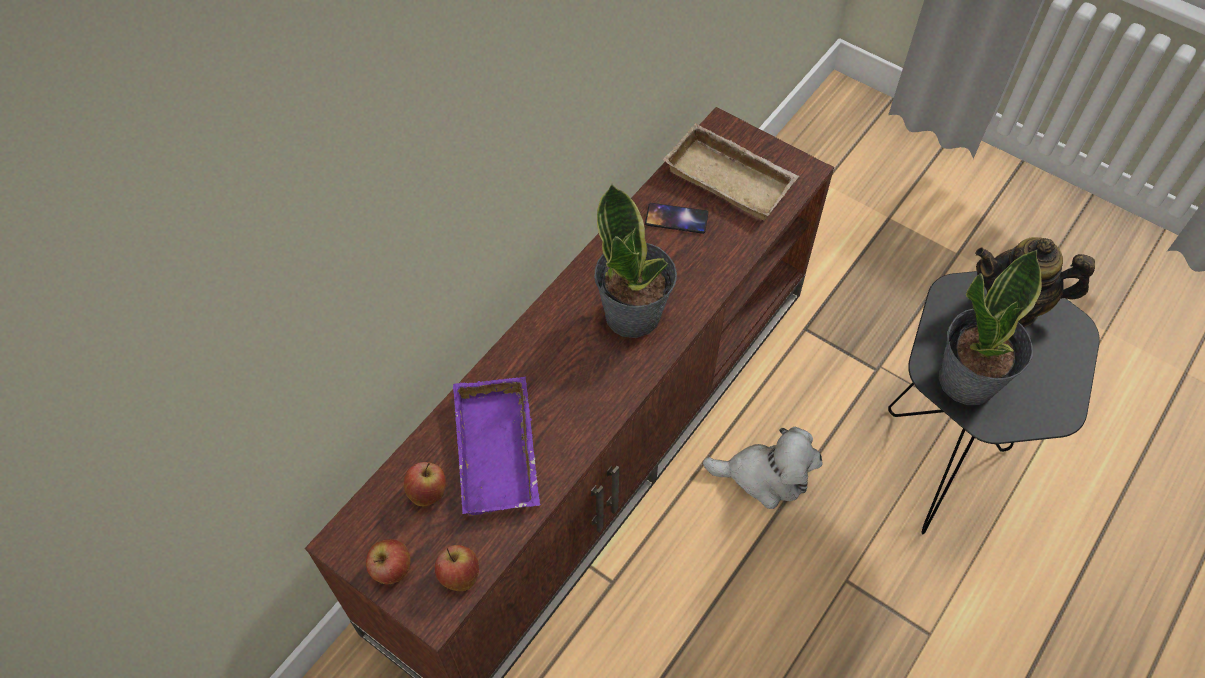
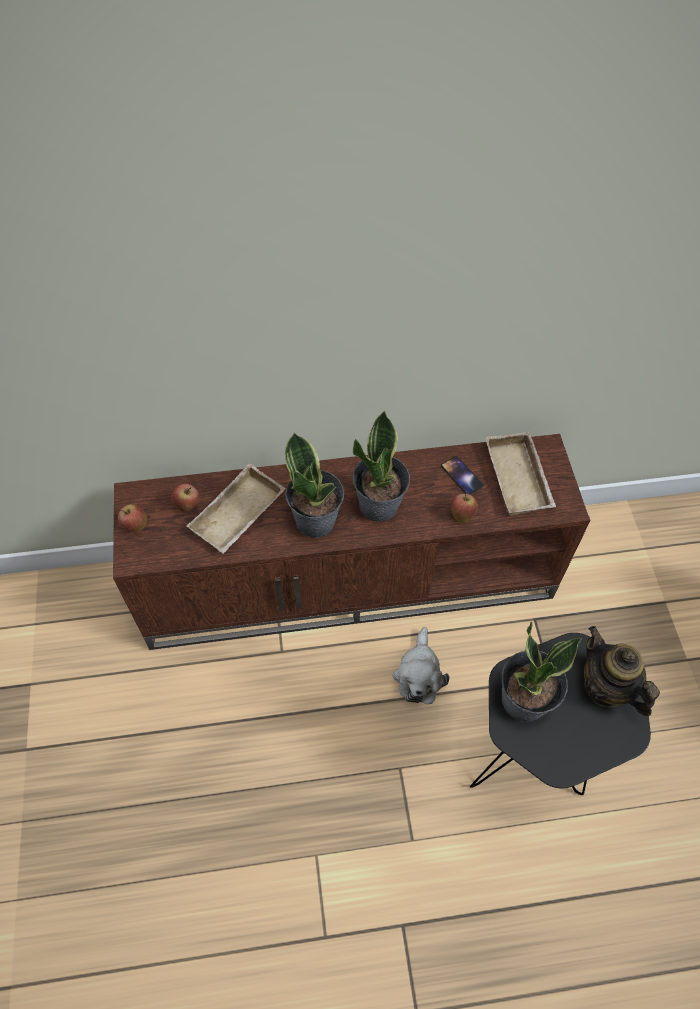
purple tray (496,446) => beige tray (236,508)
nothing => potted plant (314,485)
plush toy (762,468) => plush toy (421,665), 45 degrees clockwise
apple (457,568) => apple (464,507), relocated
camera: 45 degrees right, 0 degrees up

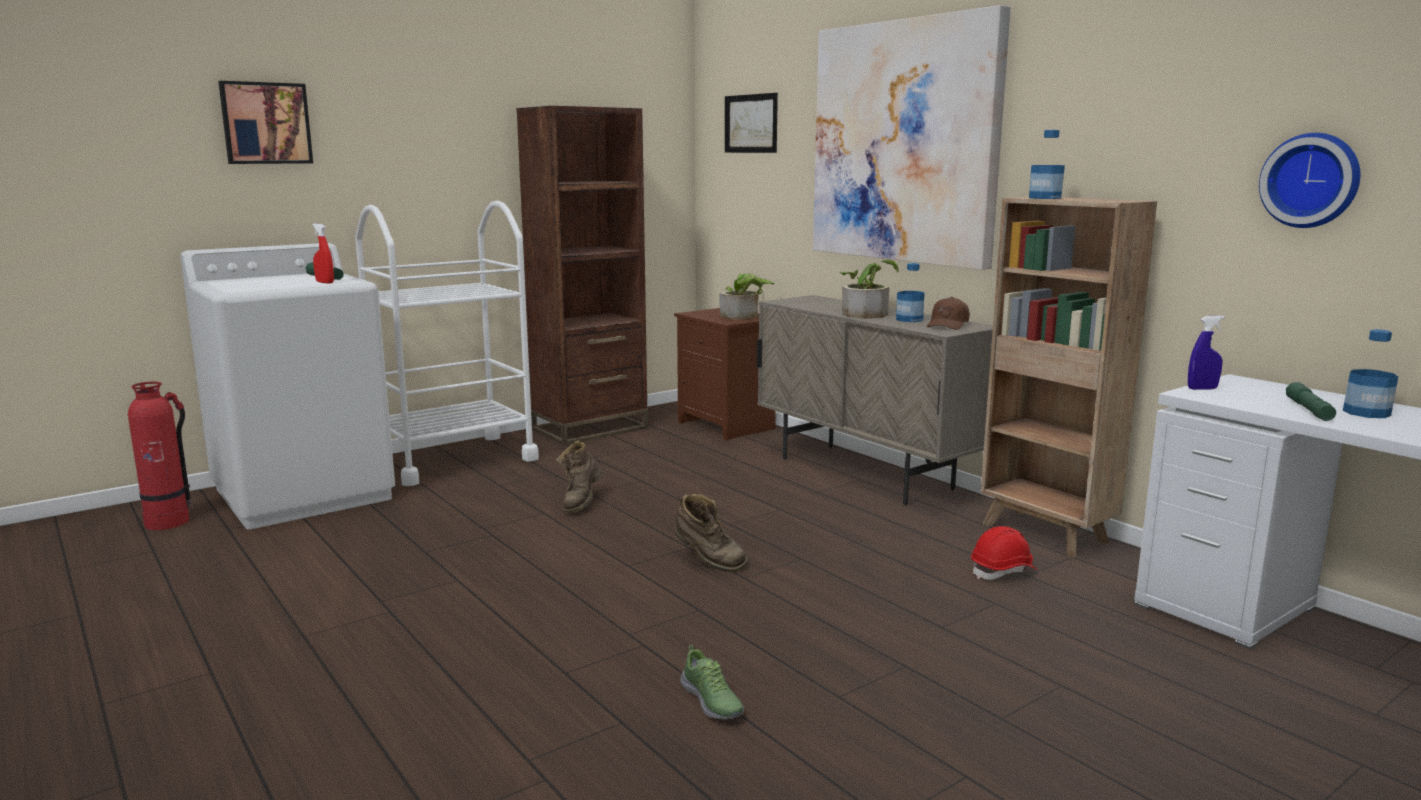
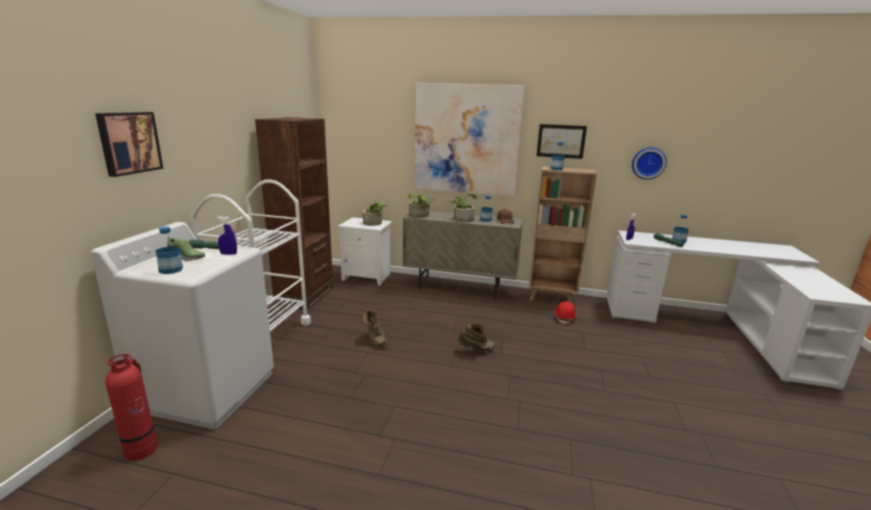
nothing => bottle (169,250)
shoe (712,682) => shoe (186,249), relocated
red spray bottle (323,254) => blue spray bottle (227,235)
brown nightstand (725,374) => white nightstand (365,251)
nothing => potted plant (421,205)
picture (751,123) => picture (561,141), relocated
camera: 40 degrees left, 5 degrees up

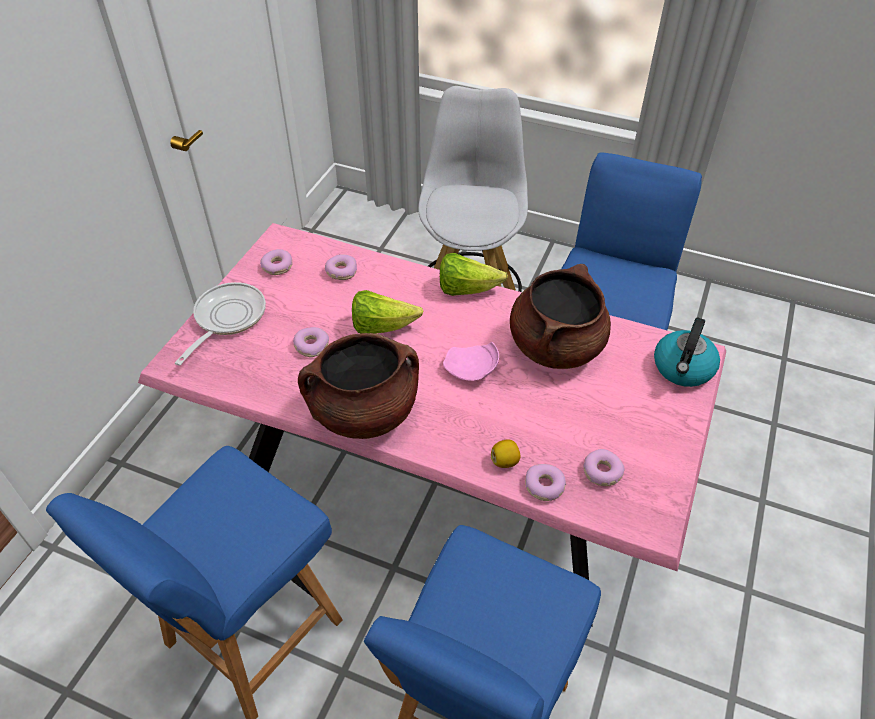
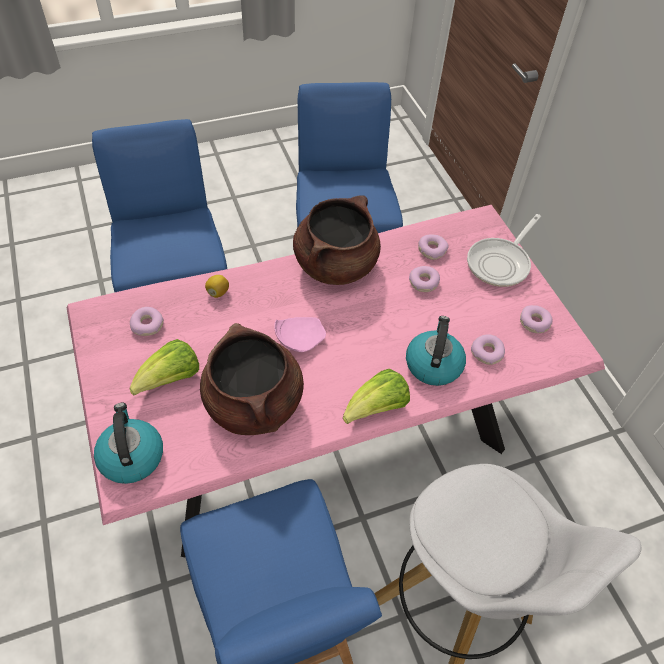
lettuce (387,312) => lettuce (164,367), relocated
nothing => kettle (436,351)
donut (545,482) => donut (433,247), relocated
frying pan (220,324) => frying pan (504,250), 60 degrees clockwise
camera: 135 degrees right, 5 degrees up

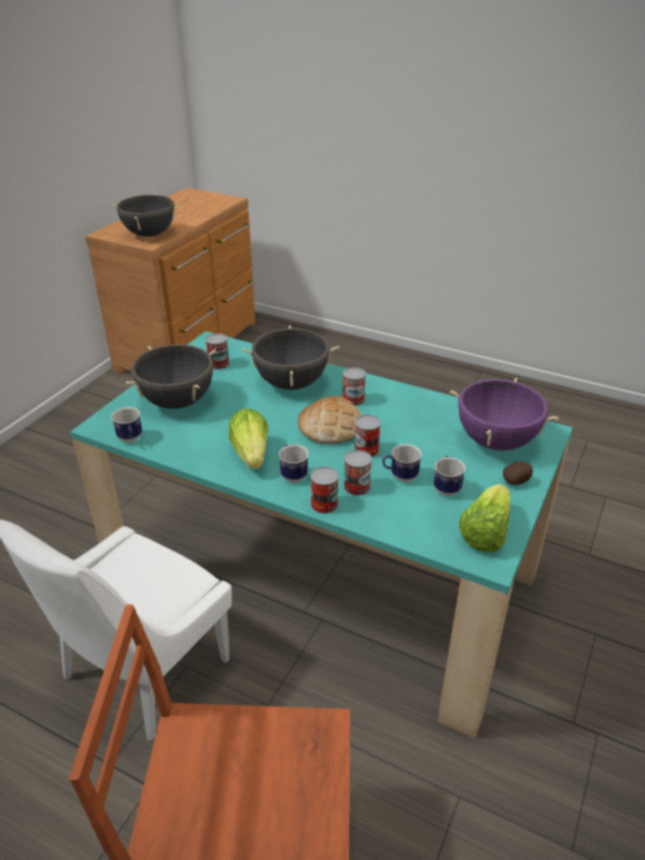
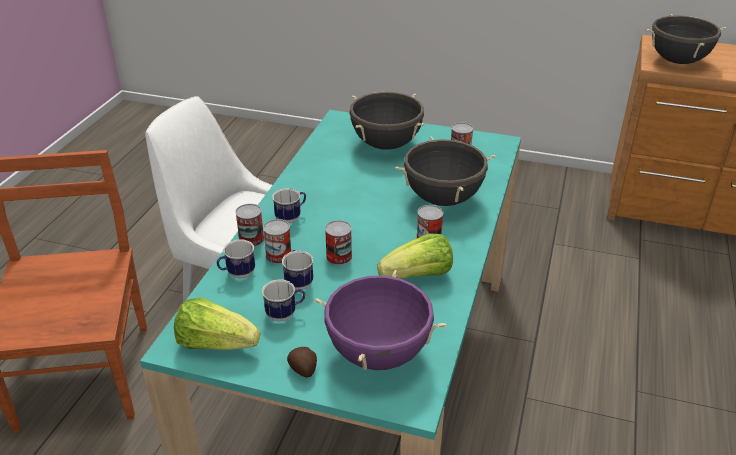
mug (126,425) => mug (236,259), relocated
lettuce (248,439) => lettuce (415,256), relocated
bread (329,420) => nothing
camera: 80 degrees right, 0 degrees up

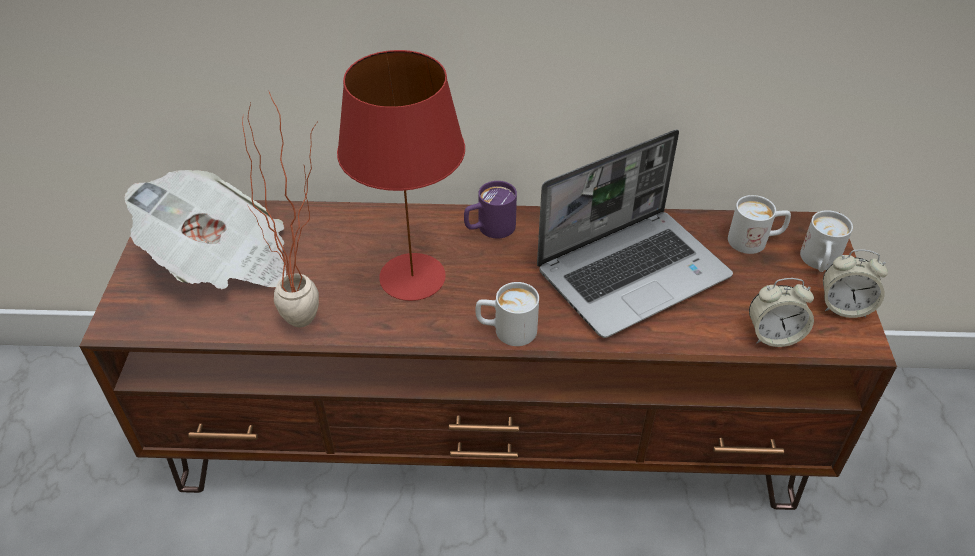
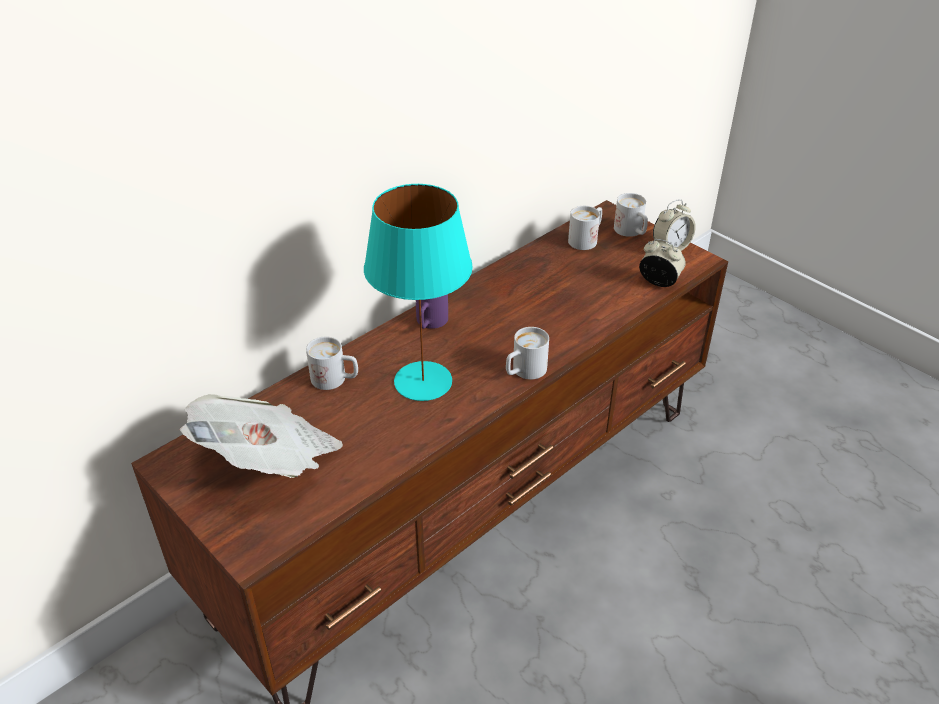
nothing => white mug (332,363)
red table lamp (401,175) => turquoise table lamp (418,292)
alarm clock (781,312) => alarm clock (662,263), 105 degrees counterclockwise
potted plant (280,208) => nothing
laptop (635,233) => nothing
camera: 45 degrees left, 5 degrees down

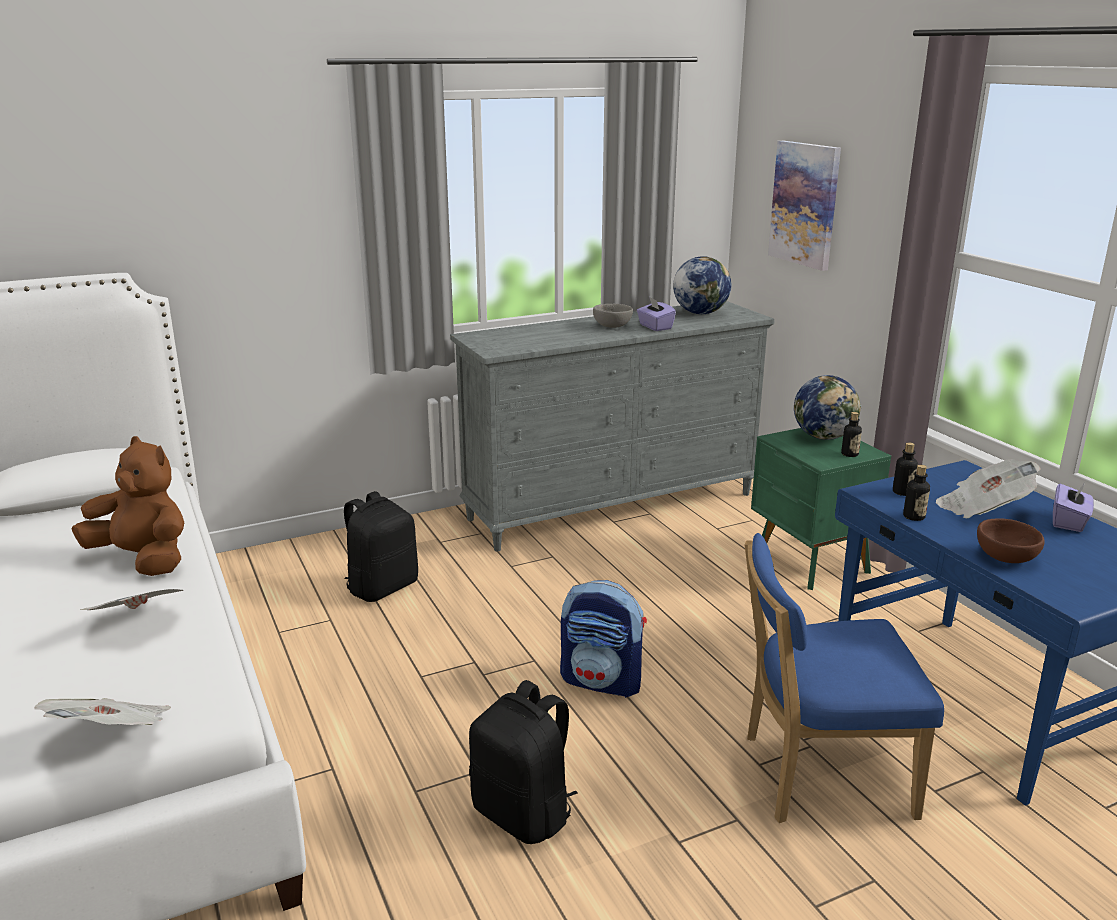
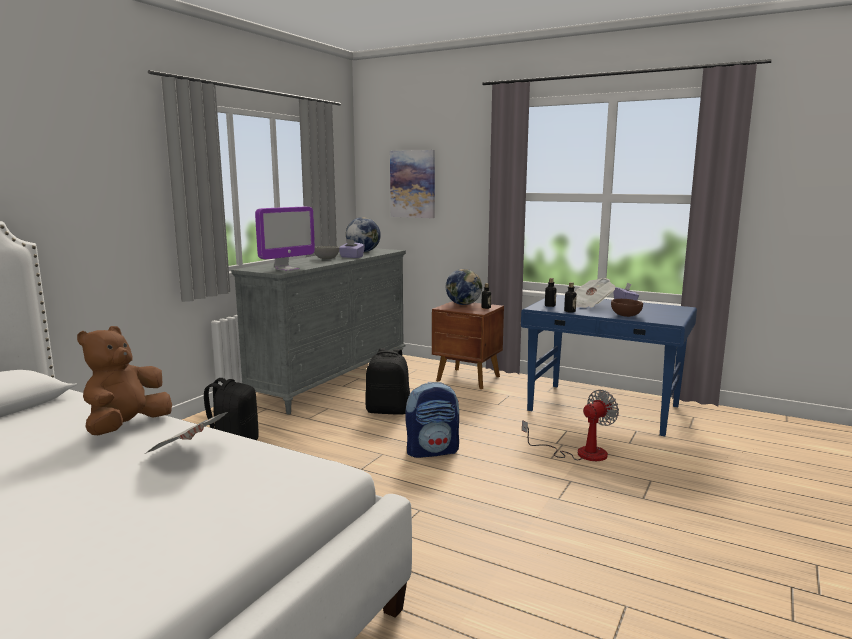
brown plush toy (128,506) => brown plush toy (124,380), 60 degrees counterclockwise
nothing => monitor (285,239)
black backpack (523,762) => black backpack (387,381), relocated
green nightstand (821,509) => brown nightstand (468,345)
blue chair (844,678) => fan (570,425)
newspaper (102,711) => nothing
camera: 35 degrees left, 10 degrees down

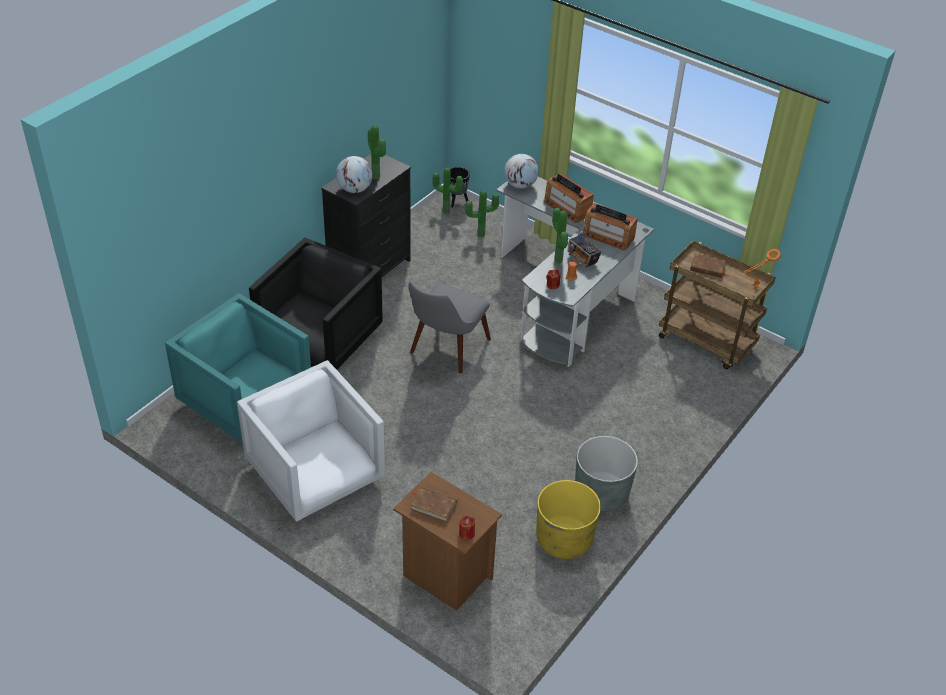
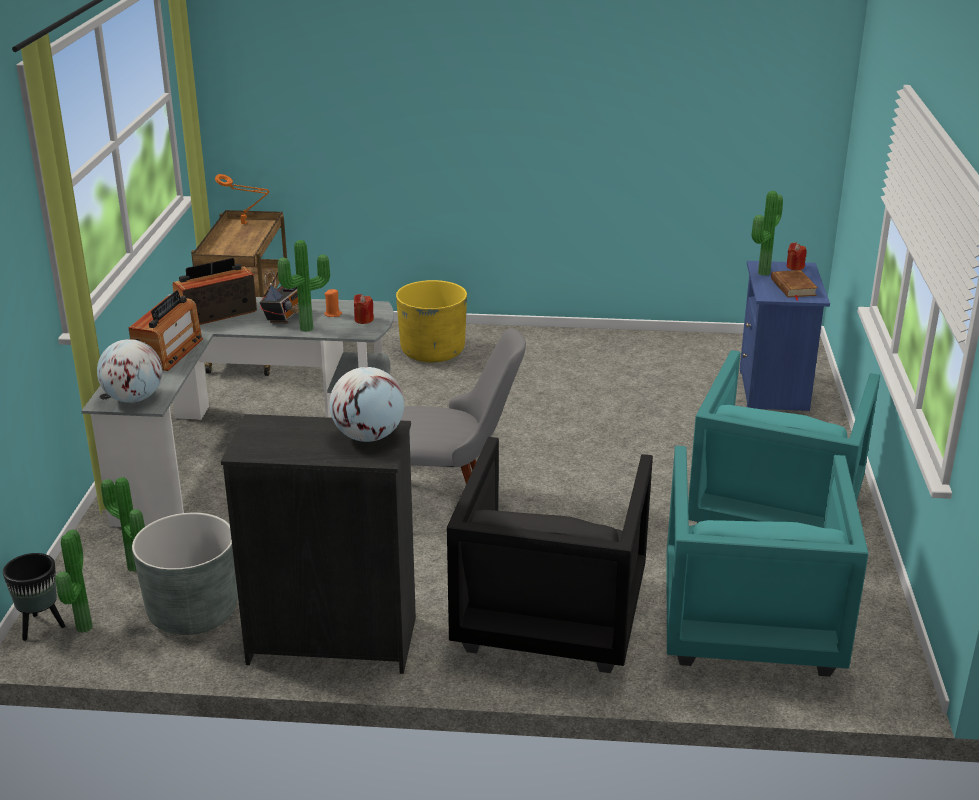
grey planter (606,474) => grey planter (184,574), relocated
radio (610,226) => radio (214,291), 120 degrees counterclockwise
yellow planter (569,519) => yellow planter (431,321), relocated
black armchair (316,303) => black armchair (550,555), 75 degrees counterclockwise
white armchair (311,440) => turquoise armchair (784,439)
brown nightstand (447,541) => blue nightstand (785,336)
potted plant (377,152) => potted plant (767,233), relocated
brown book (709,265) => nothing
camera: 120 degrees left, 15 degrees down

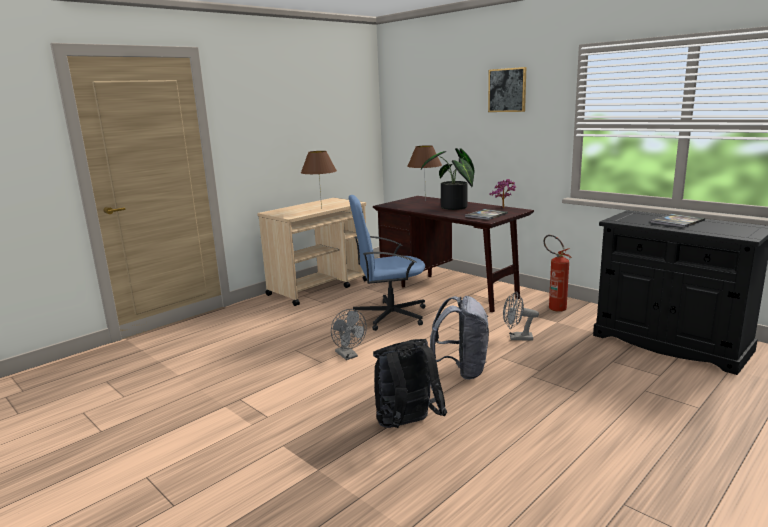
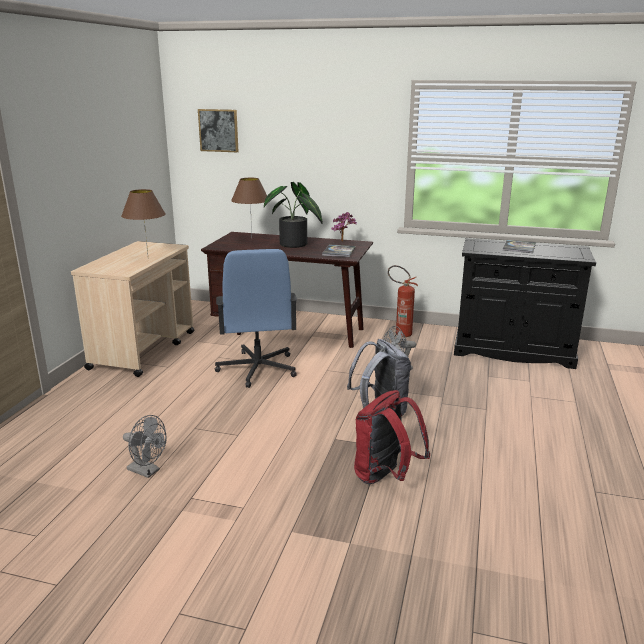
grey fan (349,334) => grey fan (145,446), relocated
picture (507,89) => picture (218,130), relocated
blue office chair (387,263) => blue office chair (256,318), 60 degrees counterclockwise
black backpack (410,383) => red backpack (392,437)
camera: 30 degrees left, 5 degrees up

